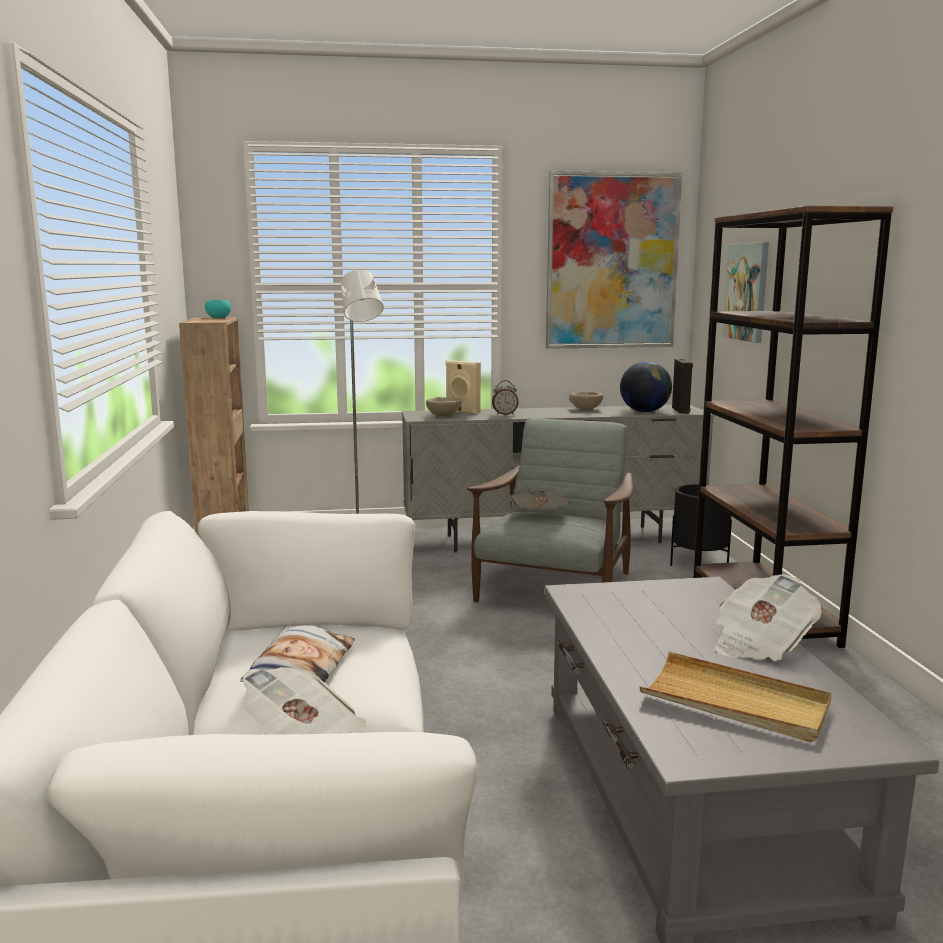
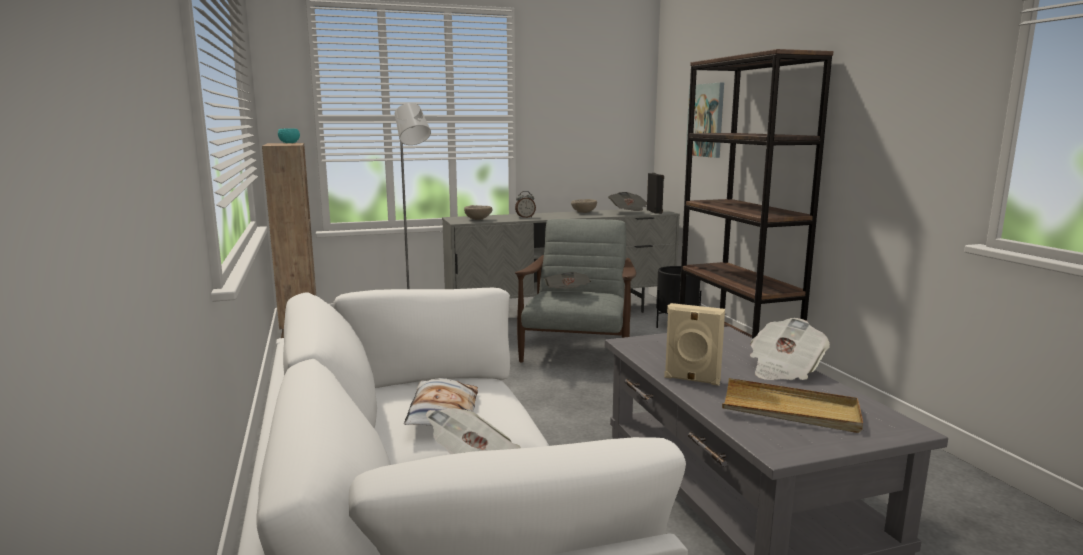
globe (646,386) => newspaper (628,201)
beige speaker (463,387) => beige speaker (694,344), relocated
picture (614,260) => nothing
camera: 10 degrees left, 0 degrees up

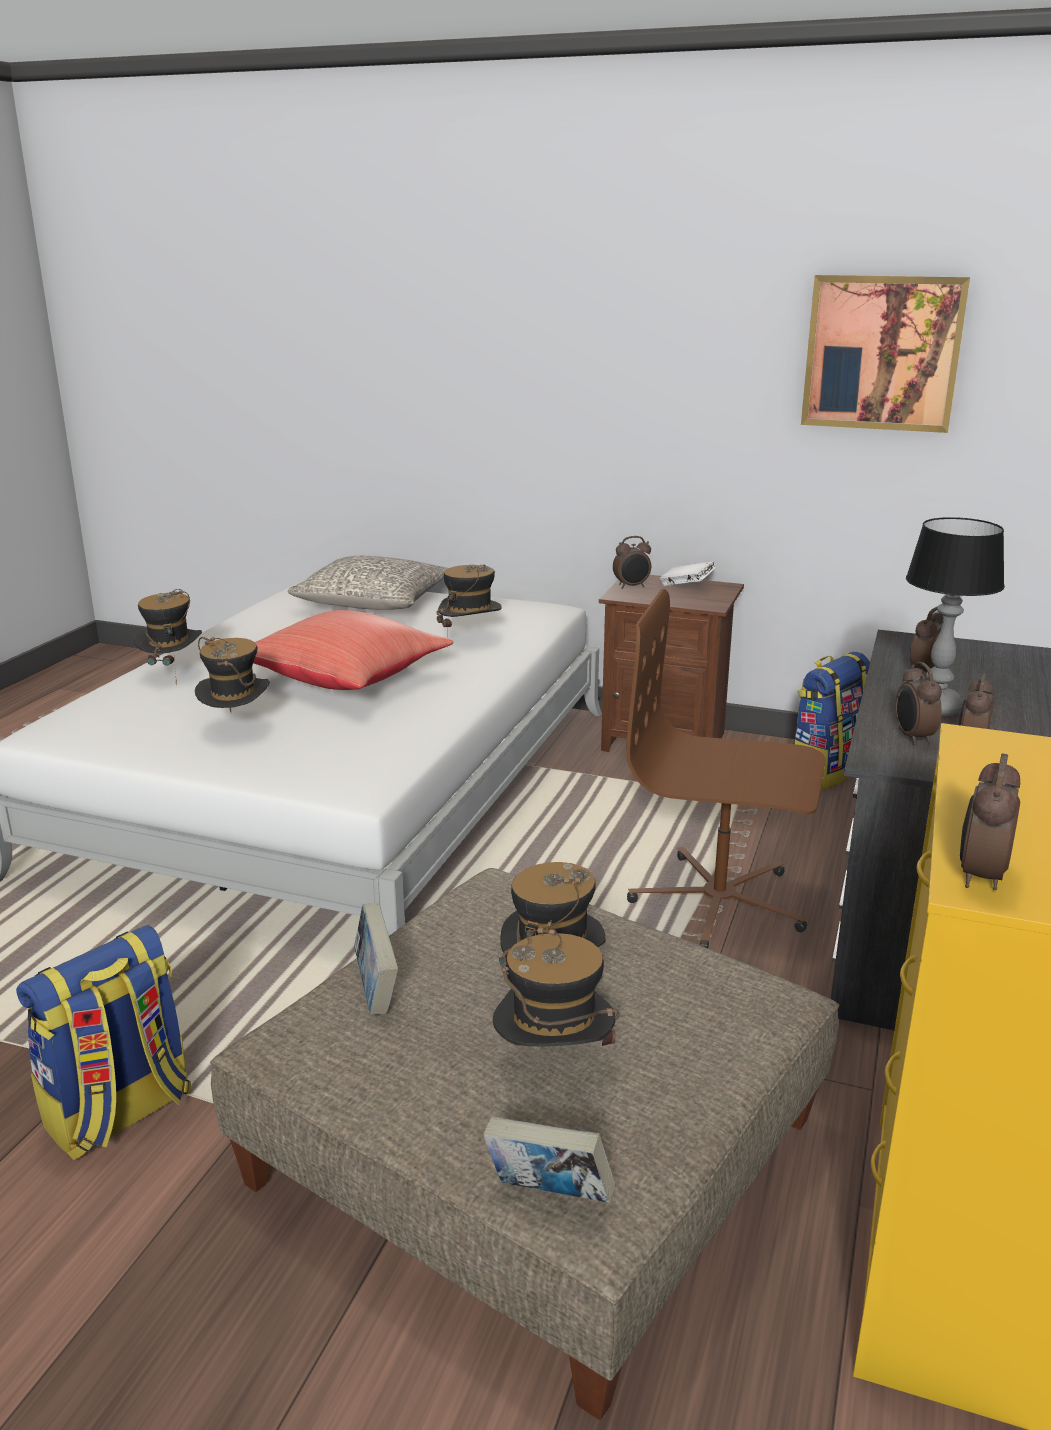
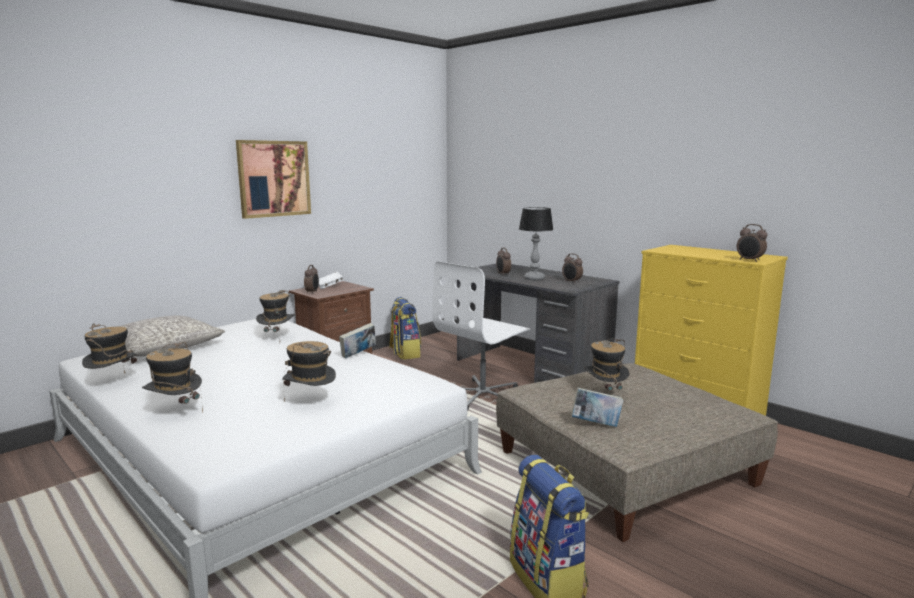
hat (556,983) => hat (109,348), relocated
picture (885,354) => picture (273,179), relocated
book (549,1160) => book (357,341), relocated
brown office chair (726,768) => white office chair (481,335)
red pillow (353,650) => nothing
alarm clock (919,703) => nothing
camera: 65 degrees left, 10 degrees down

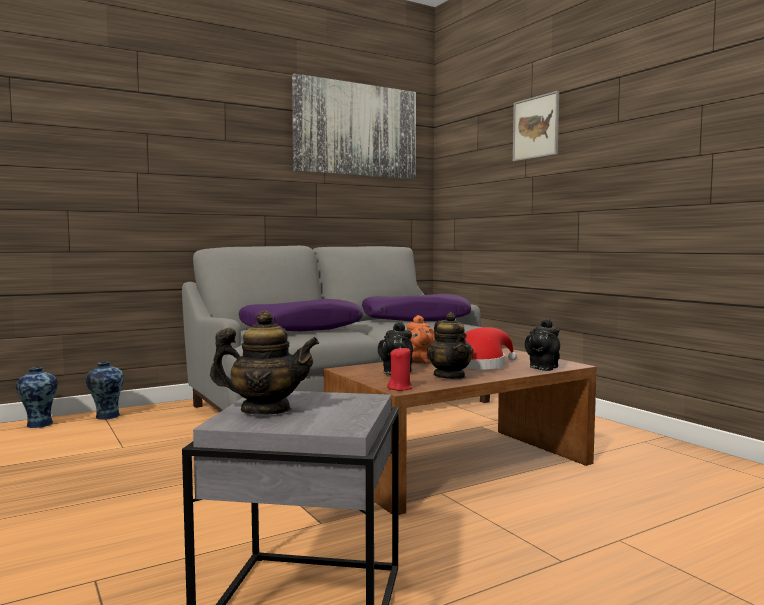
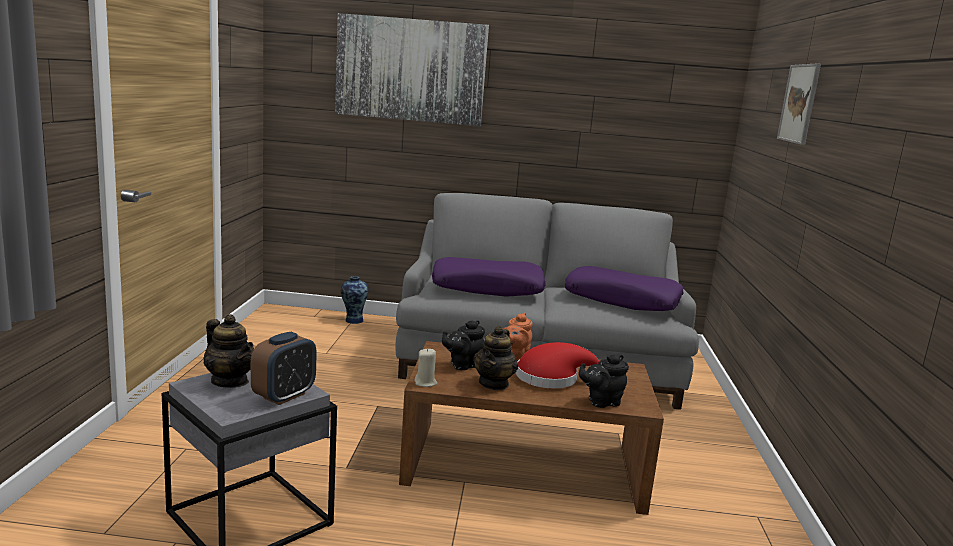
nothing => alarm clock (284,368)
picture (354,126) => picture (412,69), relocated
red candle (399,368) => beige candle (426,368)
vase (37,397) => nothing
camera: 35 degrees right, 10 degrees up

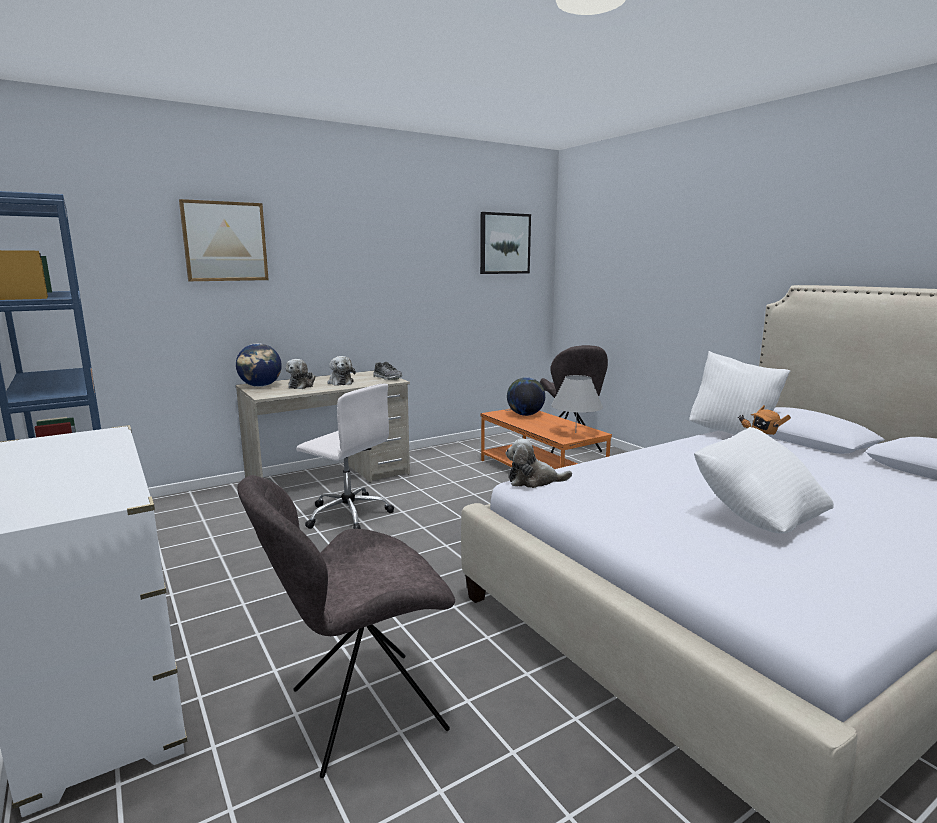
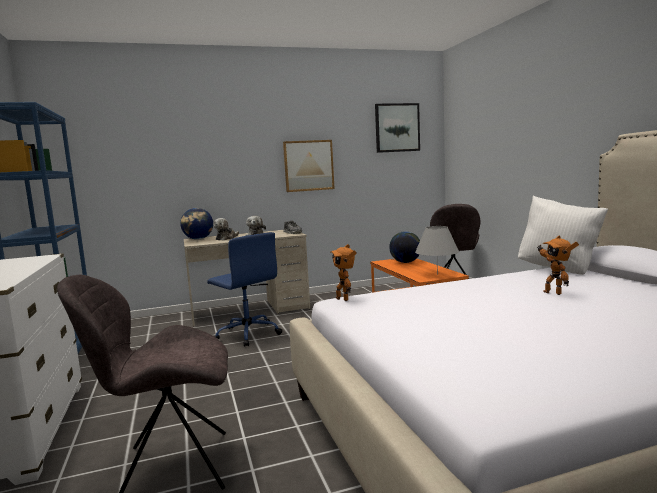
white office chair (345,456) => blue office chair (244,289)
picture (224,240) => picture (309,166), relocated
plush toy (539,463) => toy robot (343,272)
white pillow (764,480) => nothing
camera: 15 degrees right, 5 degrees down

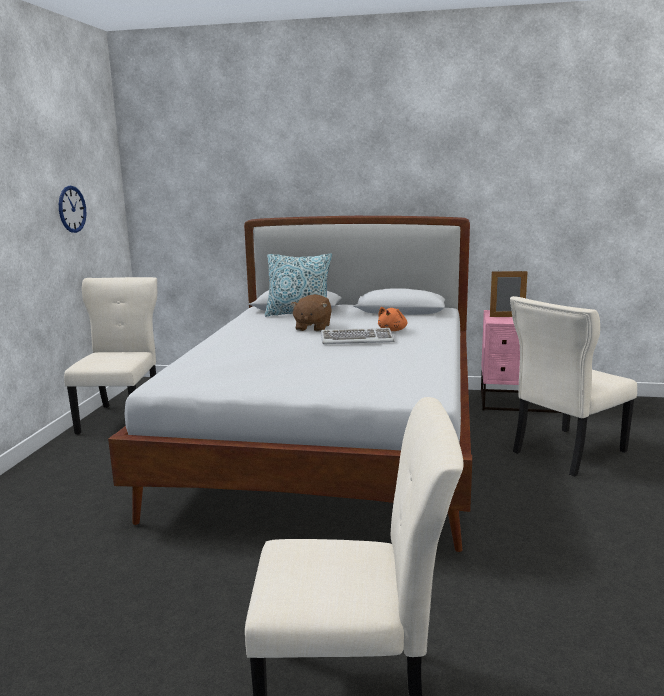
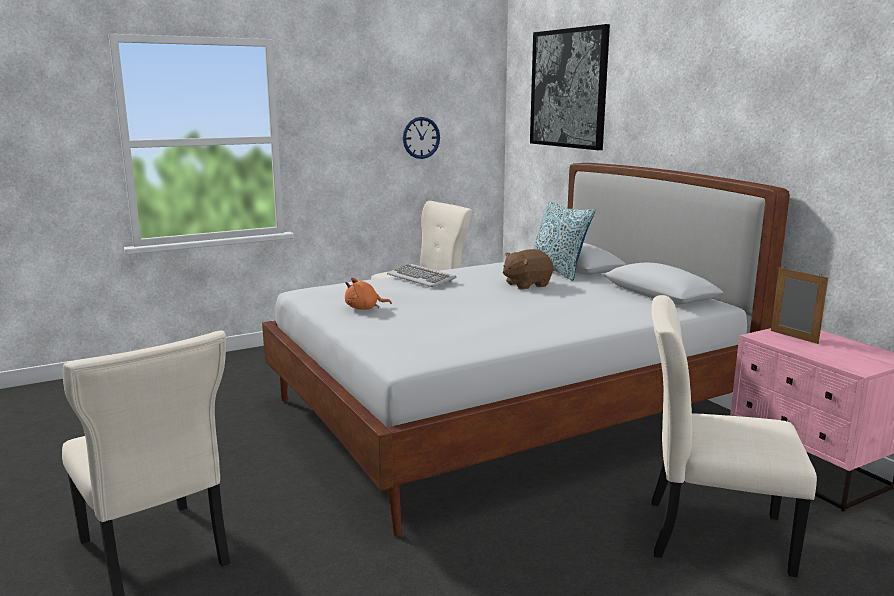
orange plush toy (392,319) => orange plush toy (368,293), relocated
keyboard (357,336) => keyboard (421,275), relocated
nothing => picture (570,87)
camera: 50 degrees right, 0 degrees up

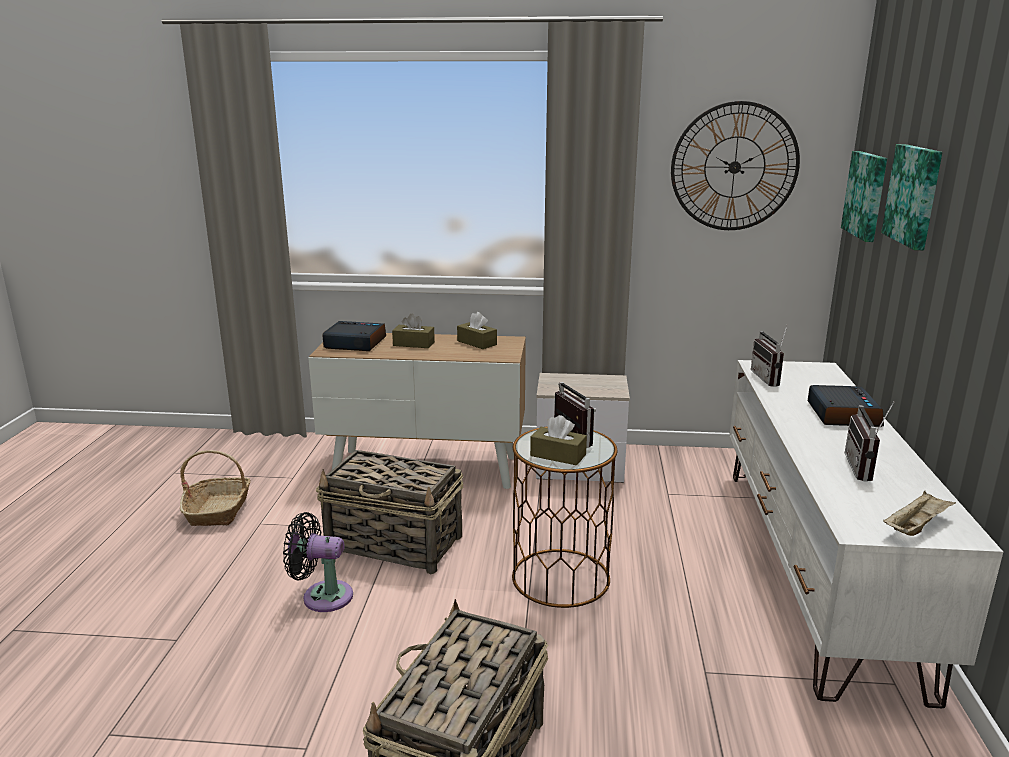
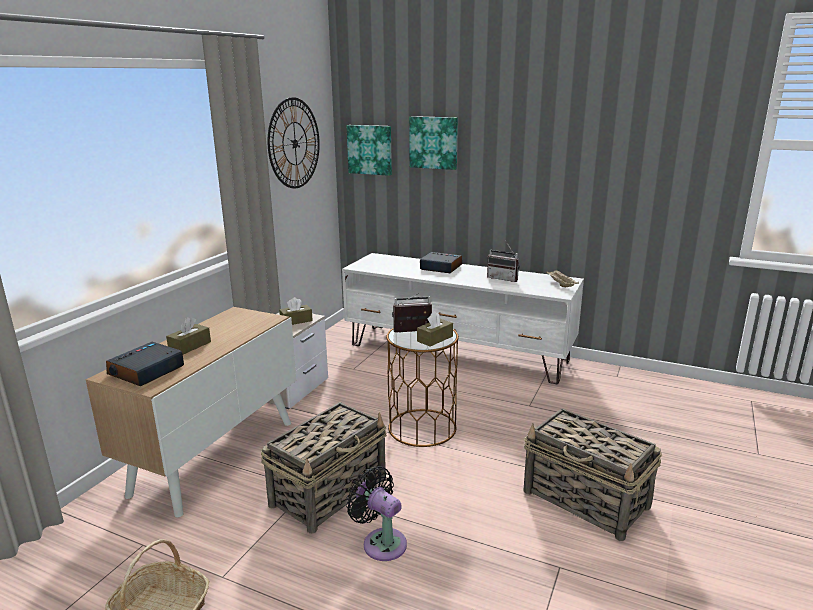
brown tissue box (477,330) => brown tissue box (296,311), relocated
black fan (318,562) => black fan (376,513), 105 degrees clockwise
radio (769,355) => nothing
camera: 70 degrees left, 0 degrees up

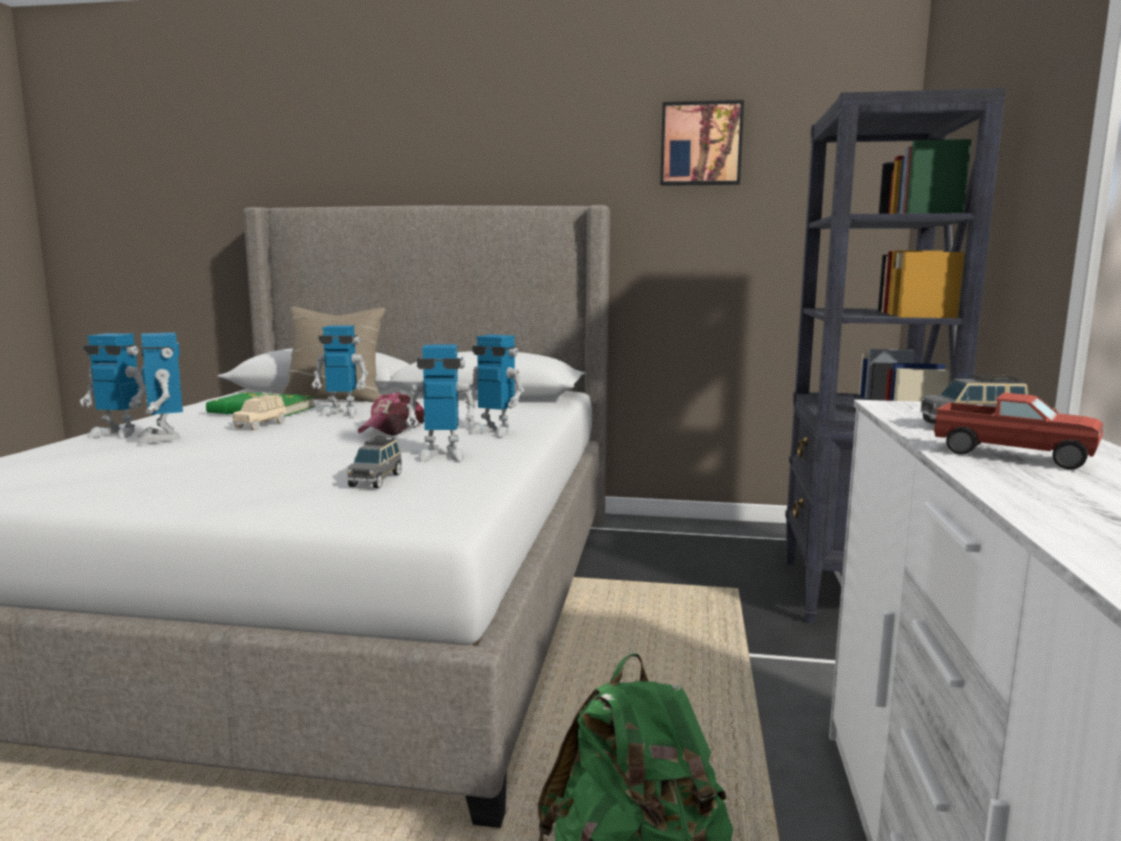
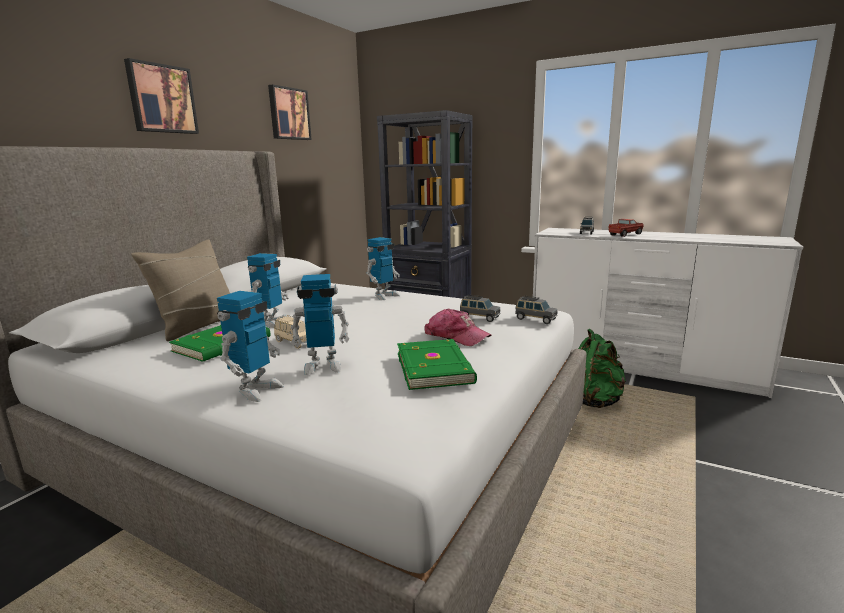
nothing => picture (161,96)
nothing => green book (437,364)
cap (391,414) => cap (457,327), relocated
nothing => grey toy car (536,310)
toy robot (441,403) => nothing
camera: 70 degrees left, 5 degrees up

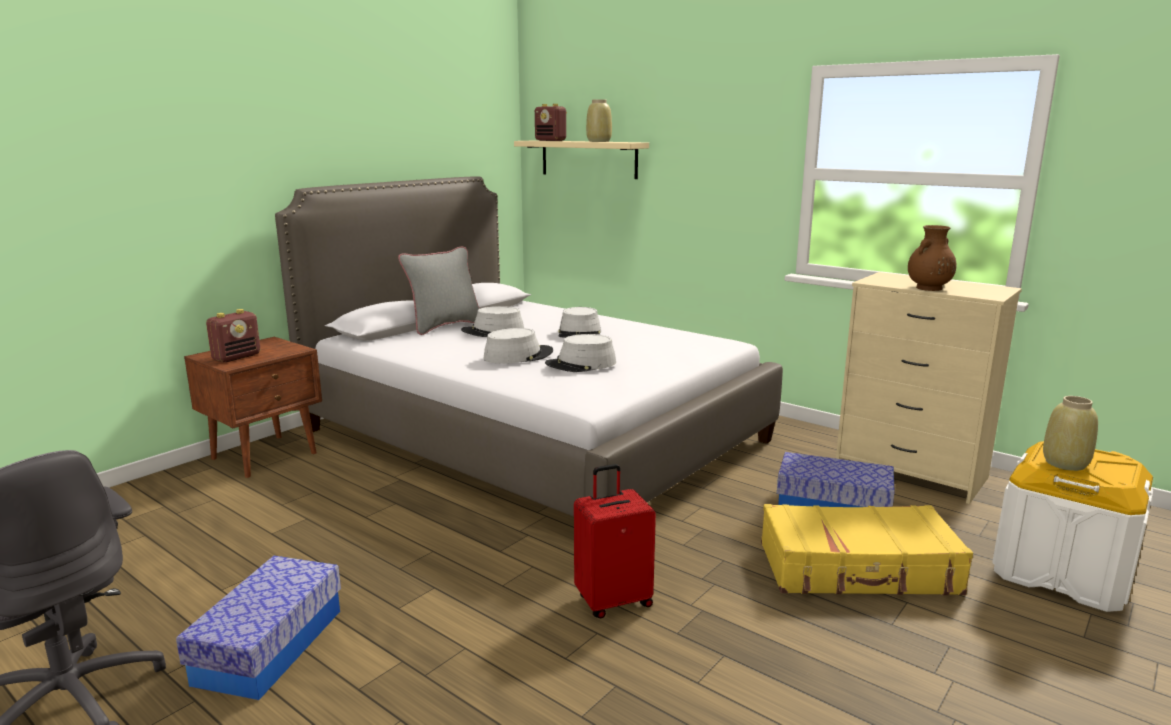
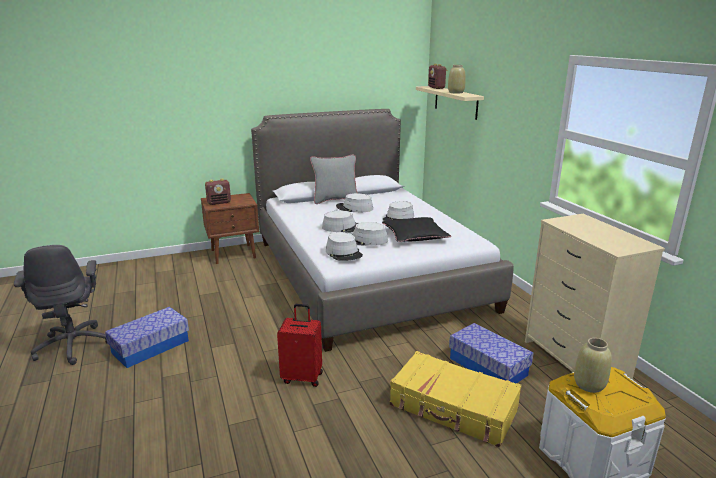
nothing => grey hat (344,246)
nothing => black pillow (416,229)
brown vase (932,258) => nothing
camera: 30 degrees right, 5 degrees up

